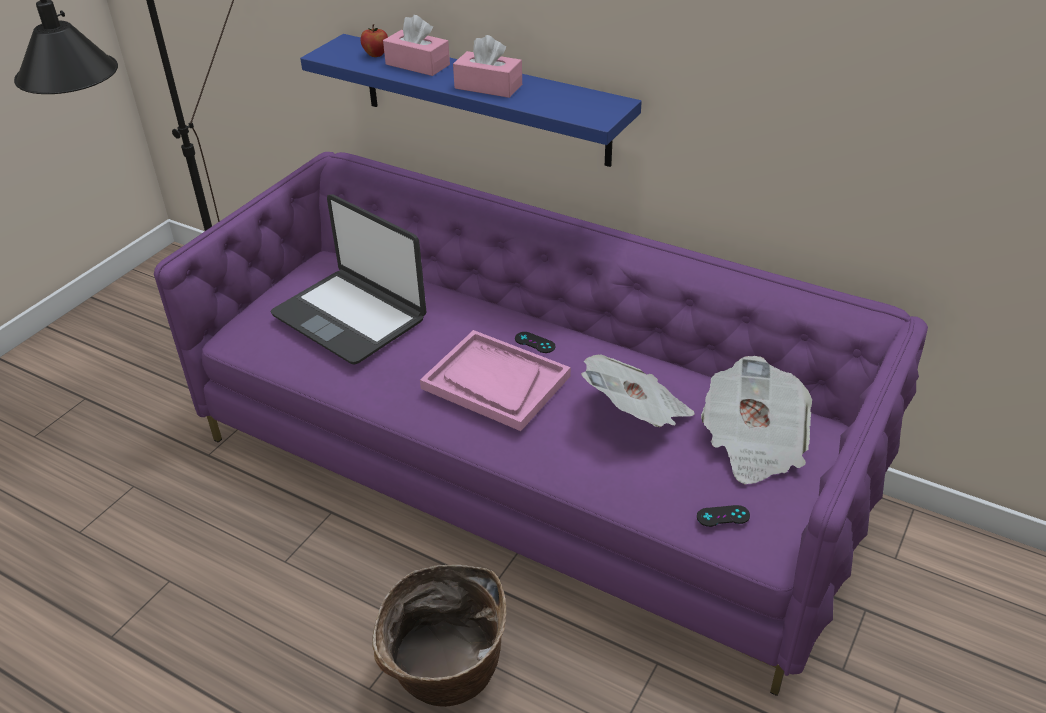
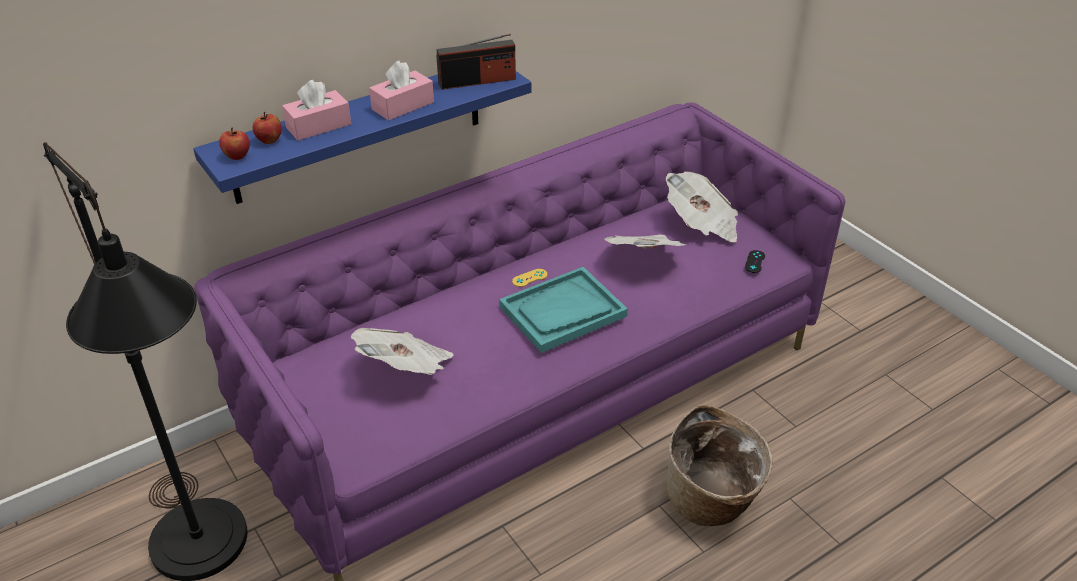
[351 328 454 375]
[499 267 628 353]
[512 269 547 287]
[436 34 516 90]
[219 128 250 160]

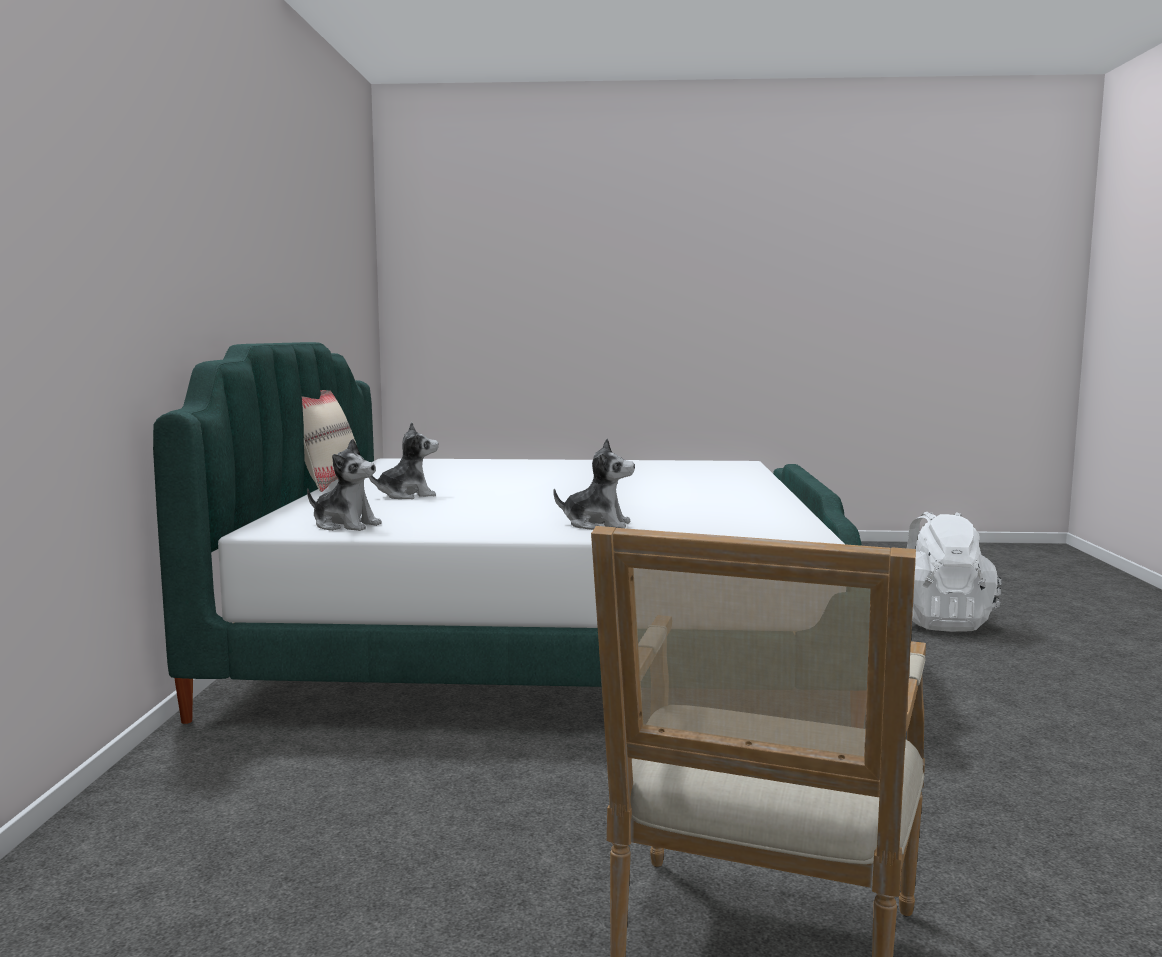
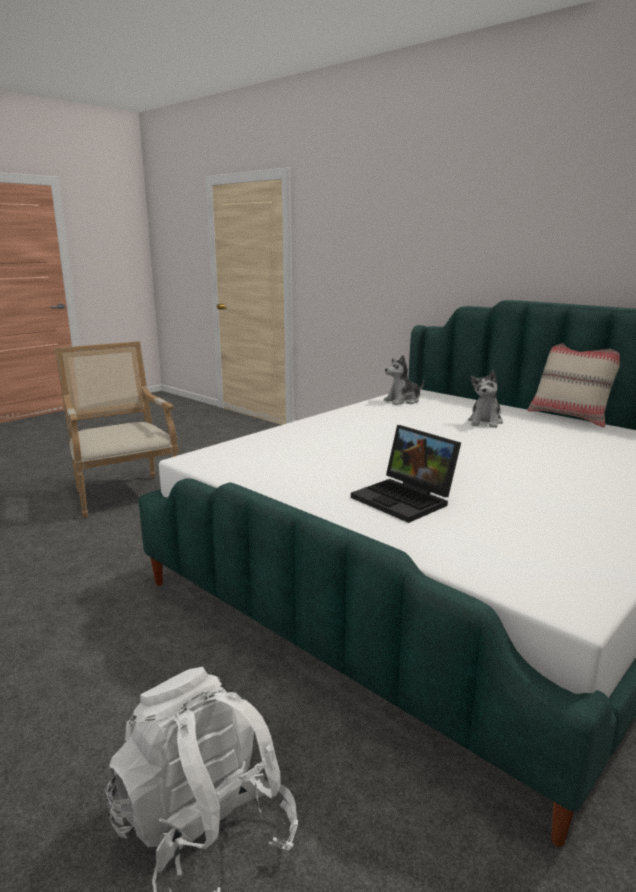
[553 439 635 530] (first image)
[351 425 461 523]

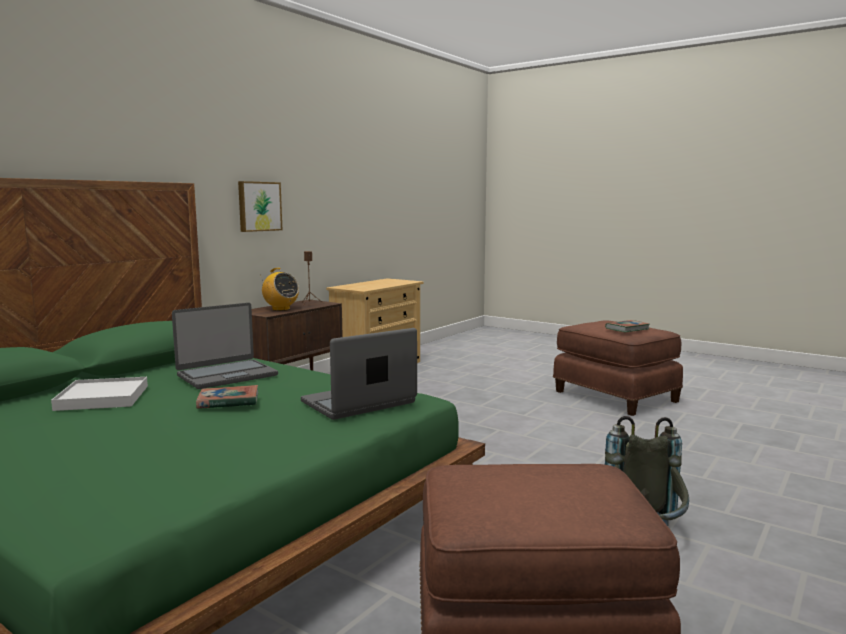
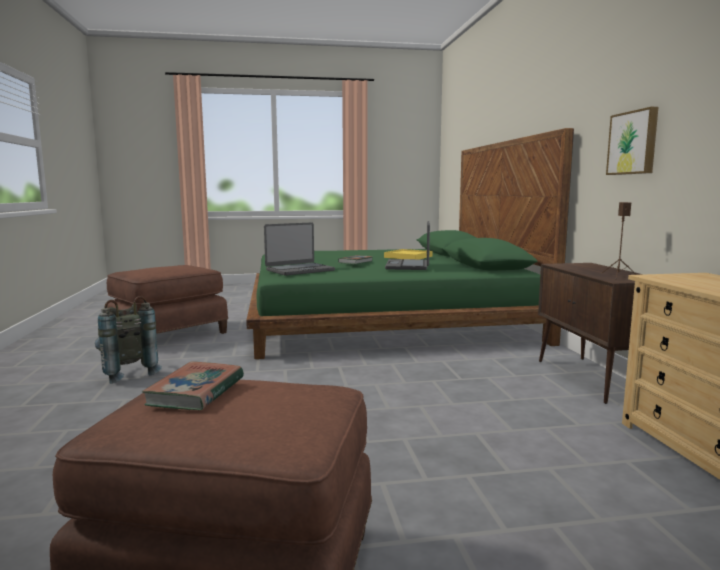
[260 268 299 311] (first image)
[264 222 335 276]
[384 249 433 259]

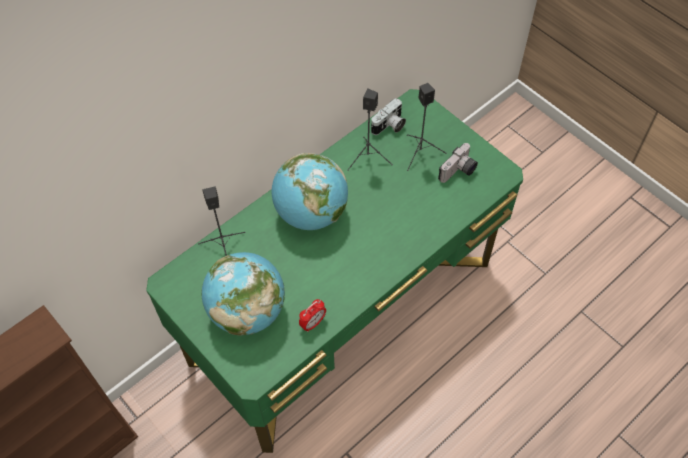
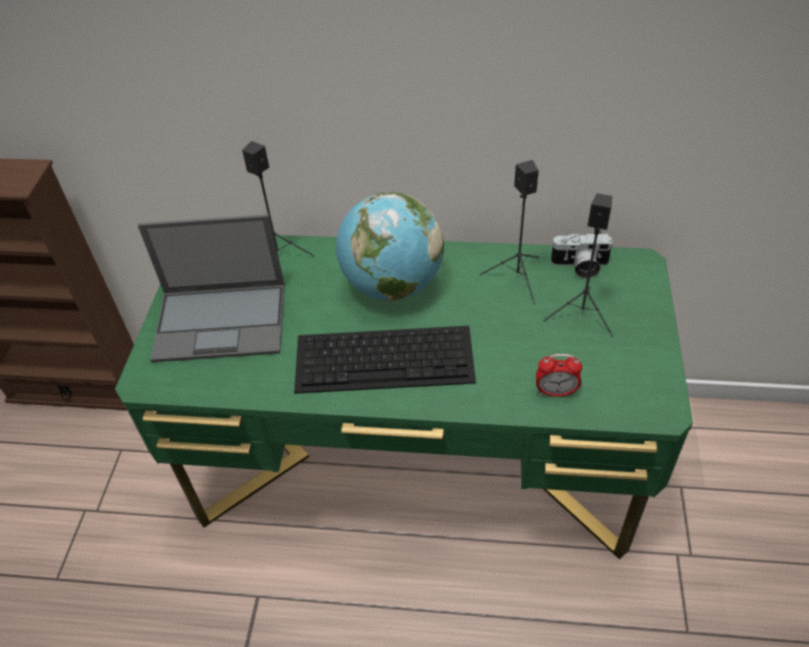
[438 143 478 183] (first image)
[138 214 285 362]
[536 354 582 397]
[294 326 476 394]

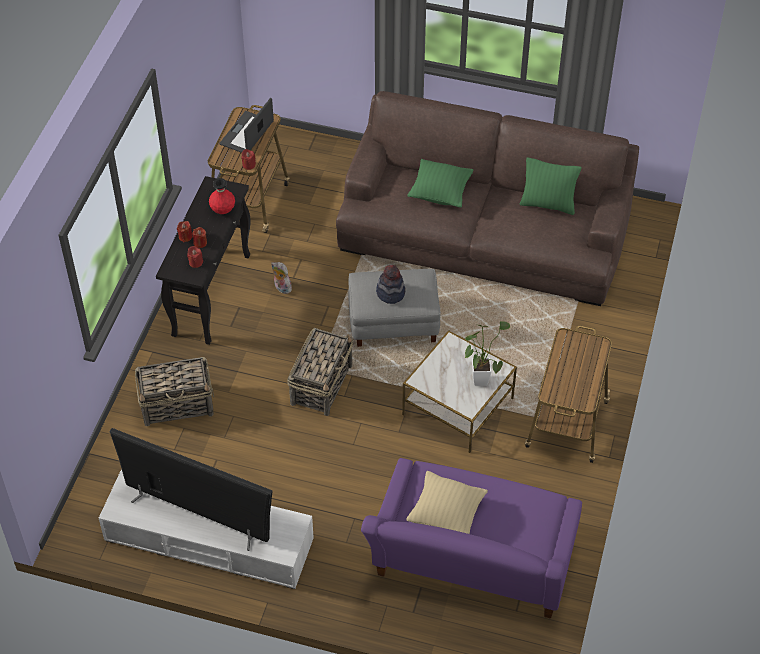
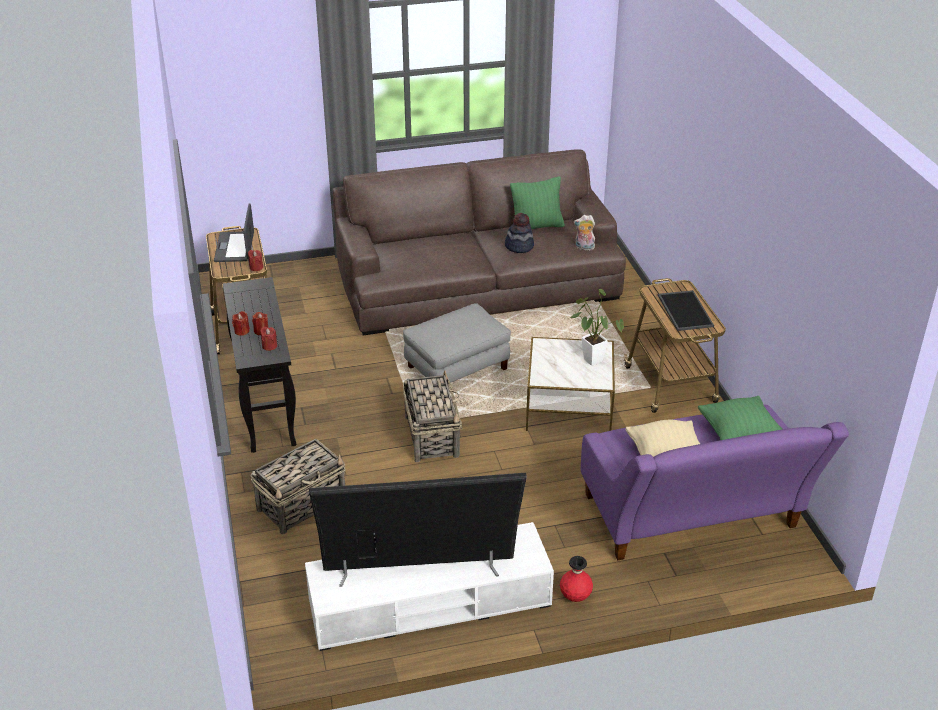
[698 396 782 440]
[560 556 593 602]
[574 215 595 251]
[505 213 534 253]
[658 290 714 331]

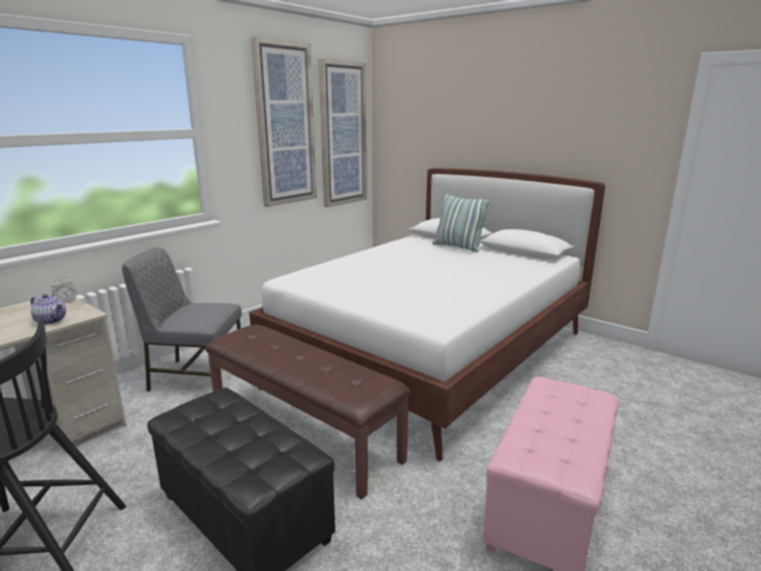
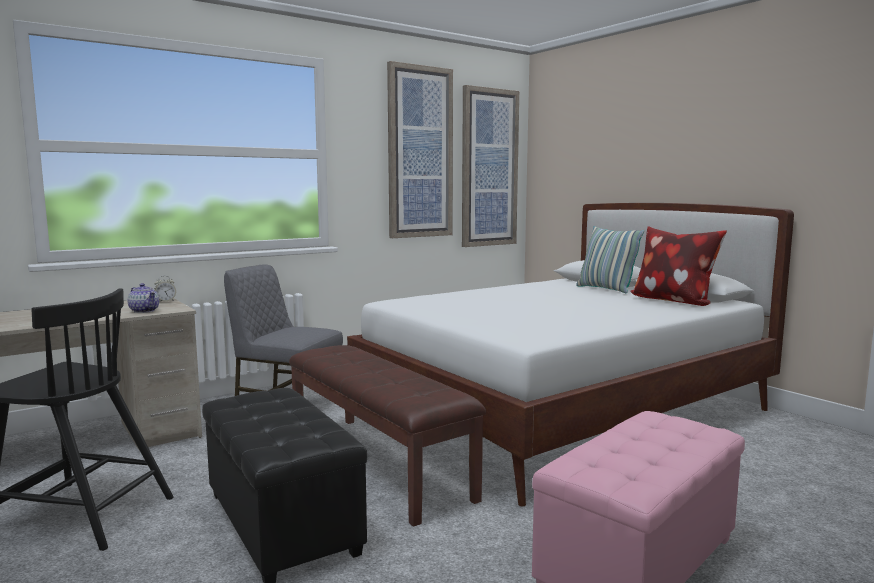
[630 226 727 306]

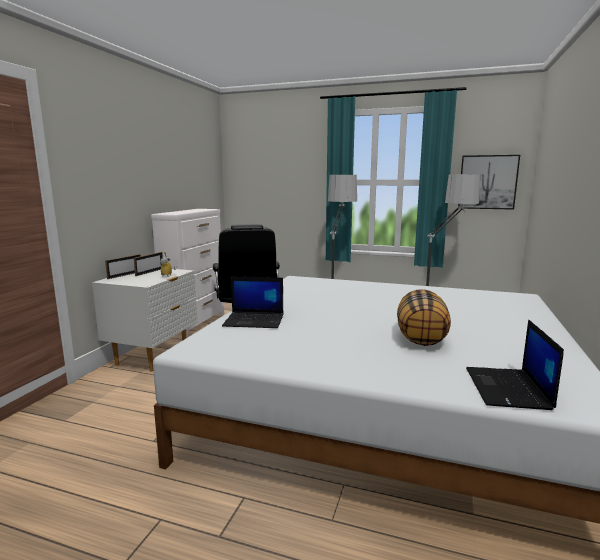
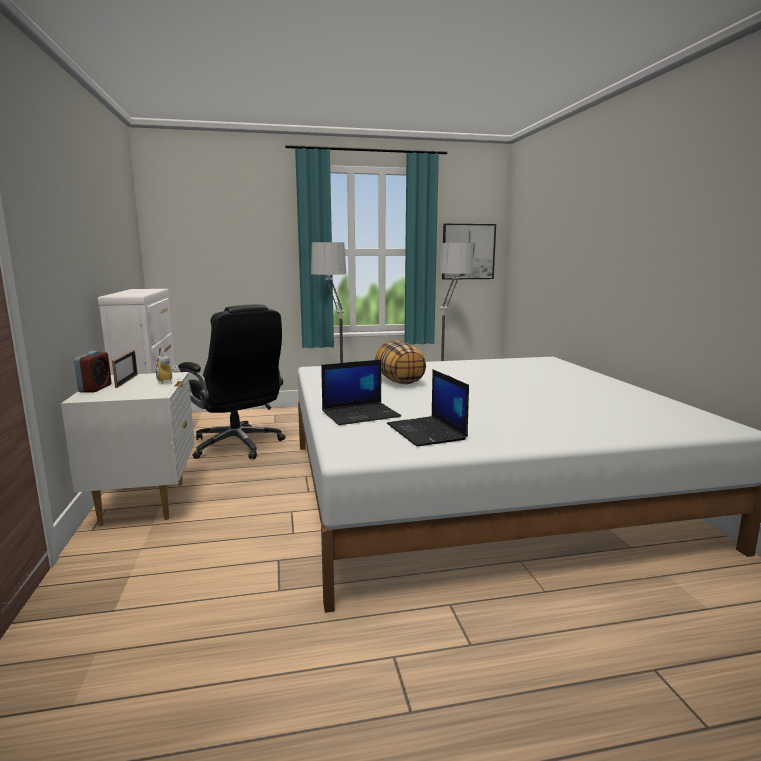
[74 351 112 392]
[375 340 426 384]
[387 370 469 446]

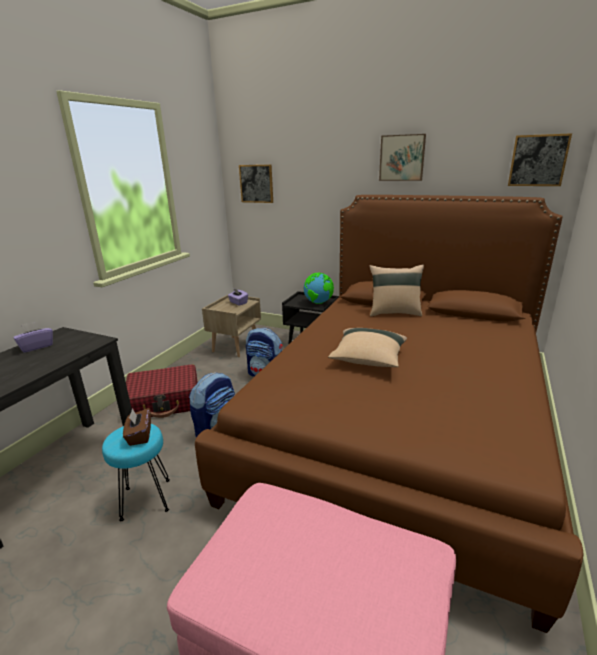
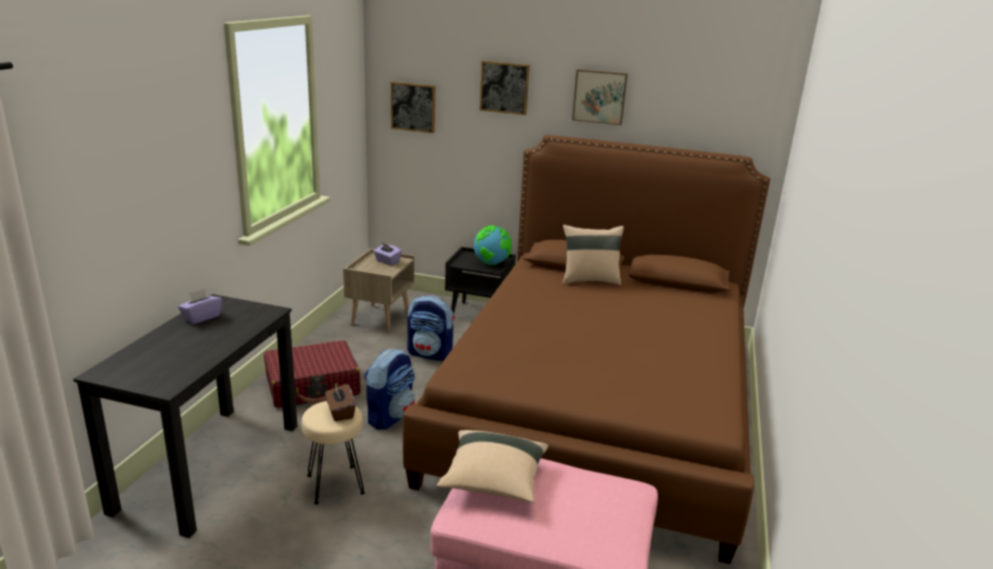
[480 61 530 115]
[437 430 548 503]
[301 401 365 504]

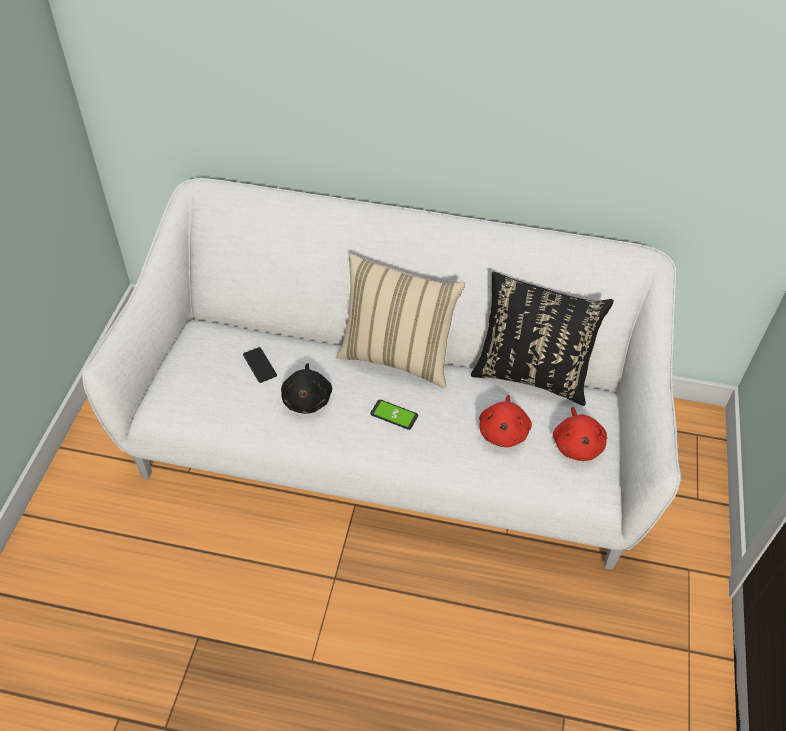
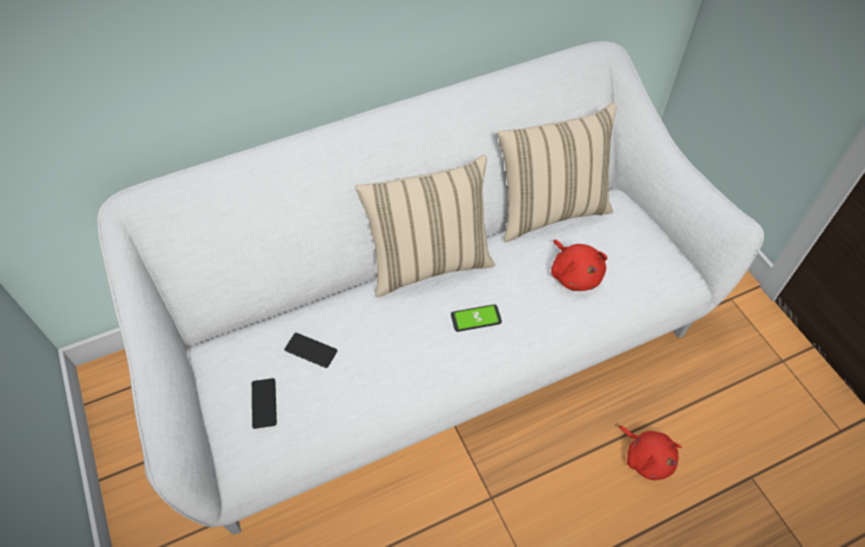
[497 102 616 242]
[281 363 332 414] (first image)
[619 425 682 480]
[252 378 277 429]

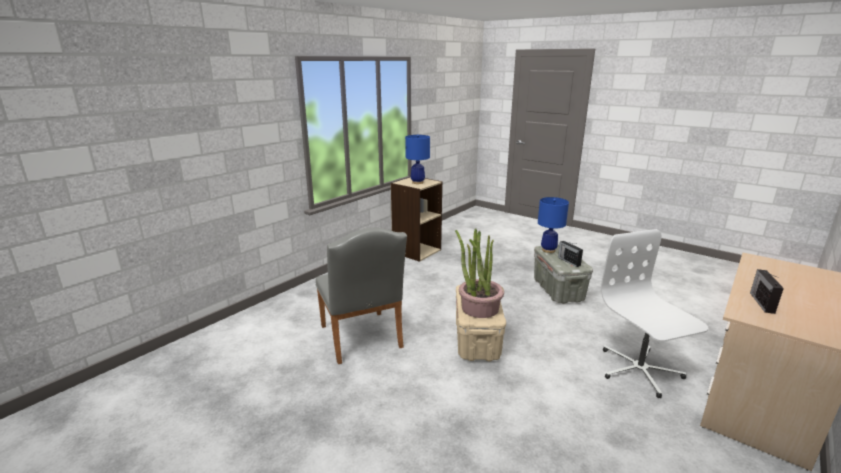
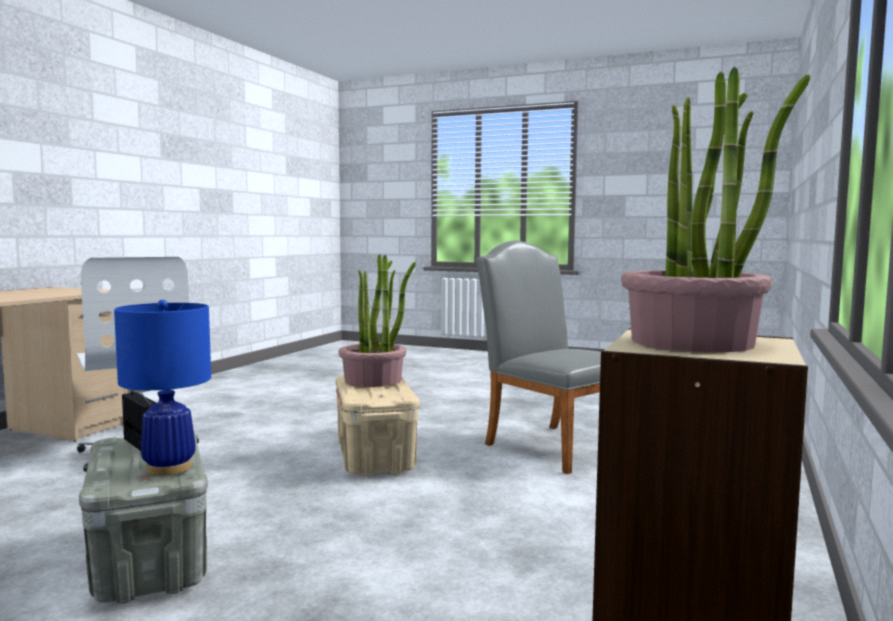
[621 67 811 352]
[750 269 784 314] (first image)

